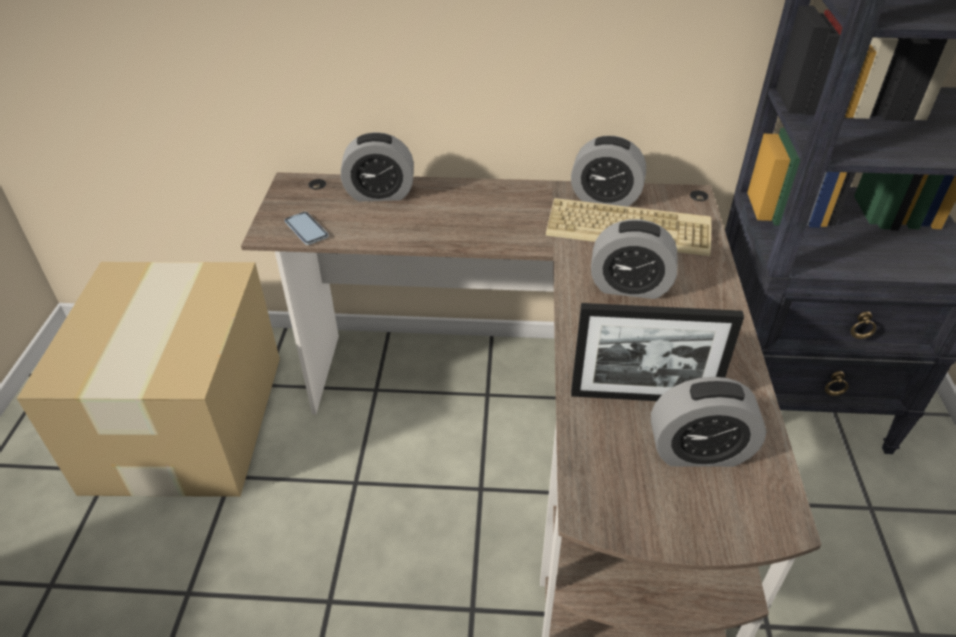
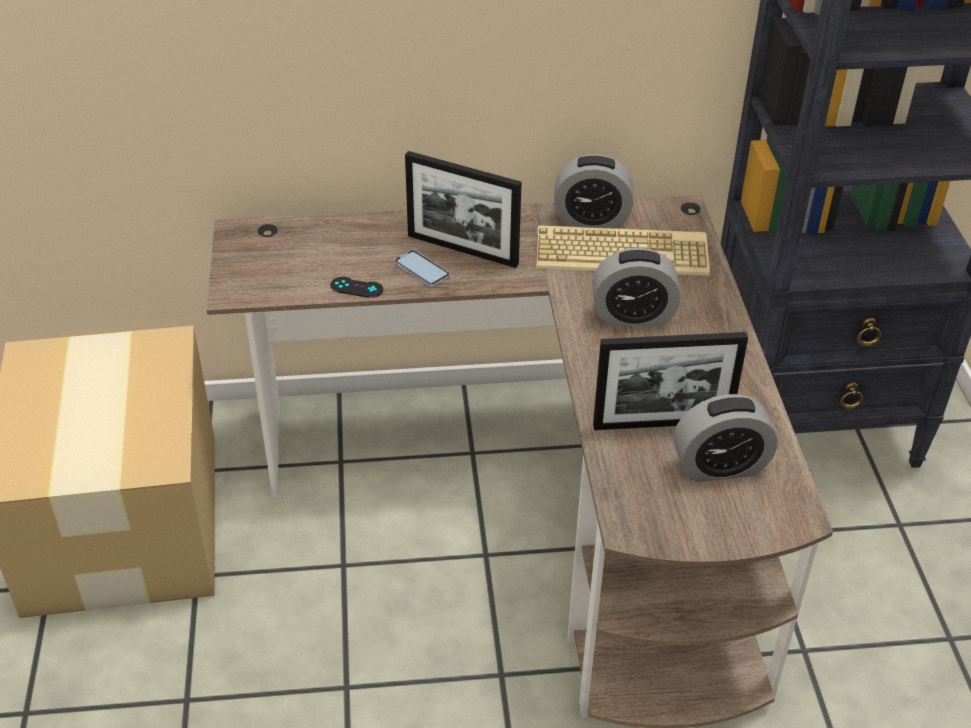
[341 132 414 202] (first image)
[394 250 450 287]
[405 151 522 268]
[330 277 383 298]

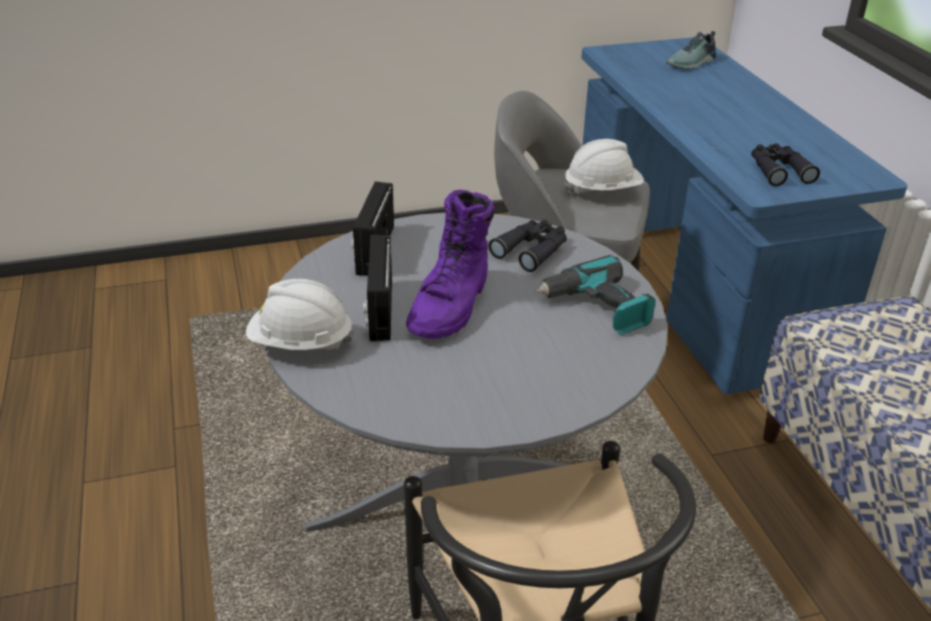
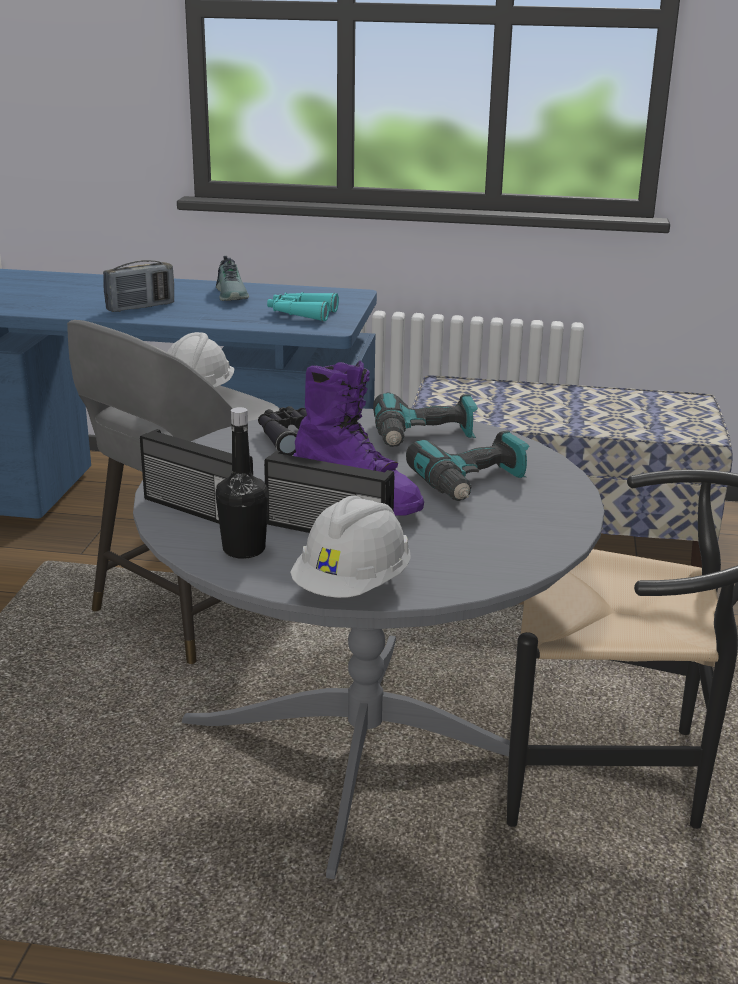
[216 256 249 301]
[267 292 339 322]
[103 260 174 312]
[216 407 269 559]
[406 430 529 501]

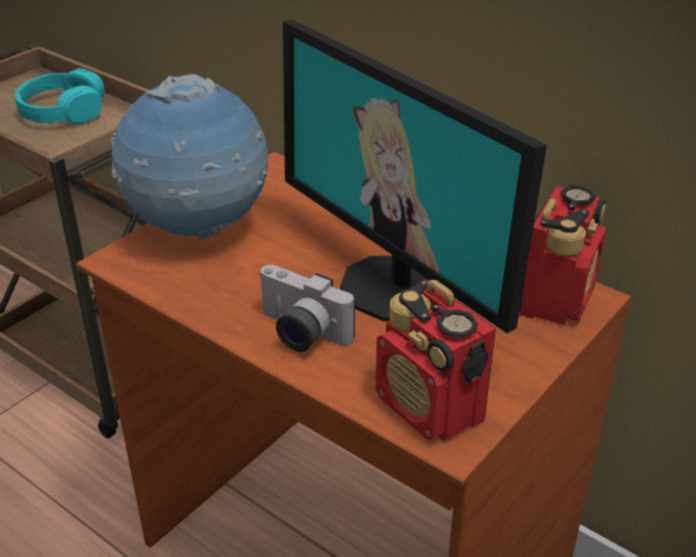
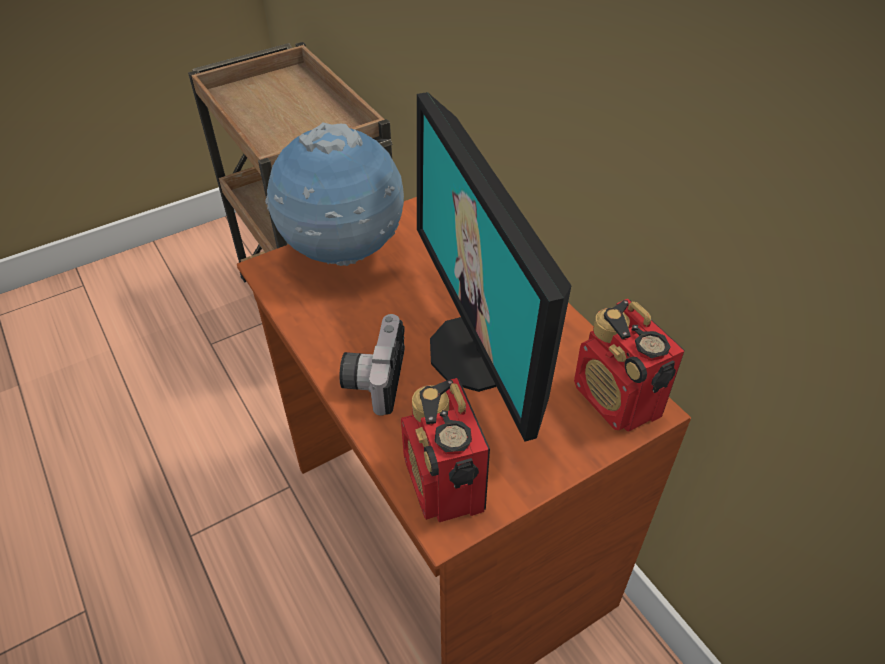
[15 68 105 124] (first image)
[574 299 685 431]
[339 314 405 415]

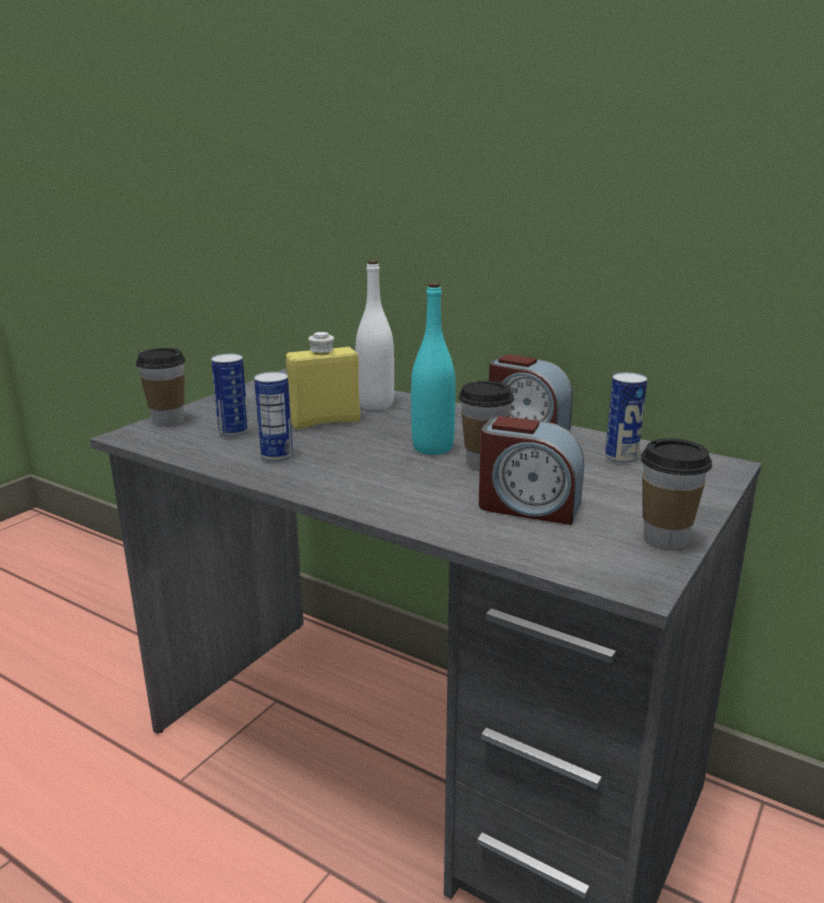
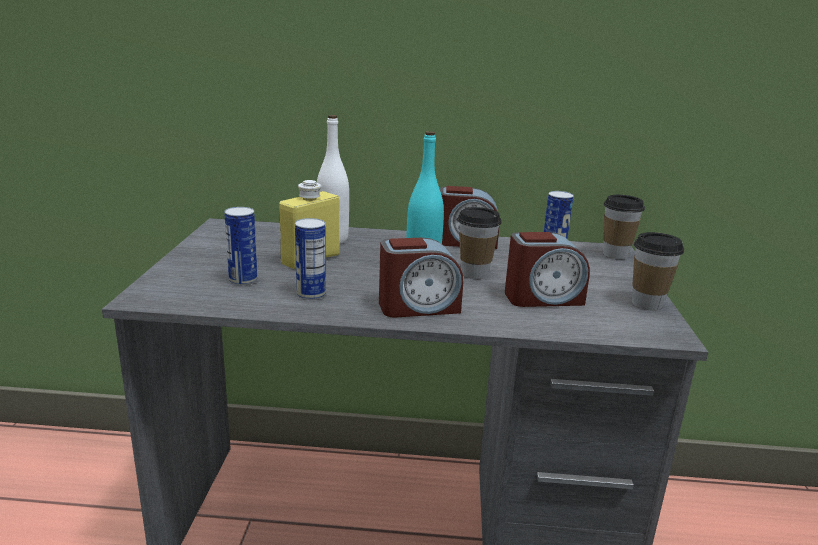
[603 195 645 259]
[379 238 463 318]

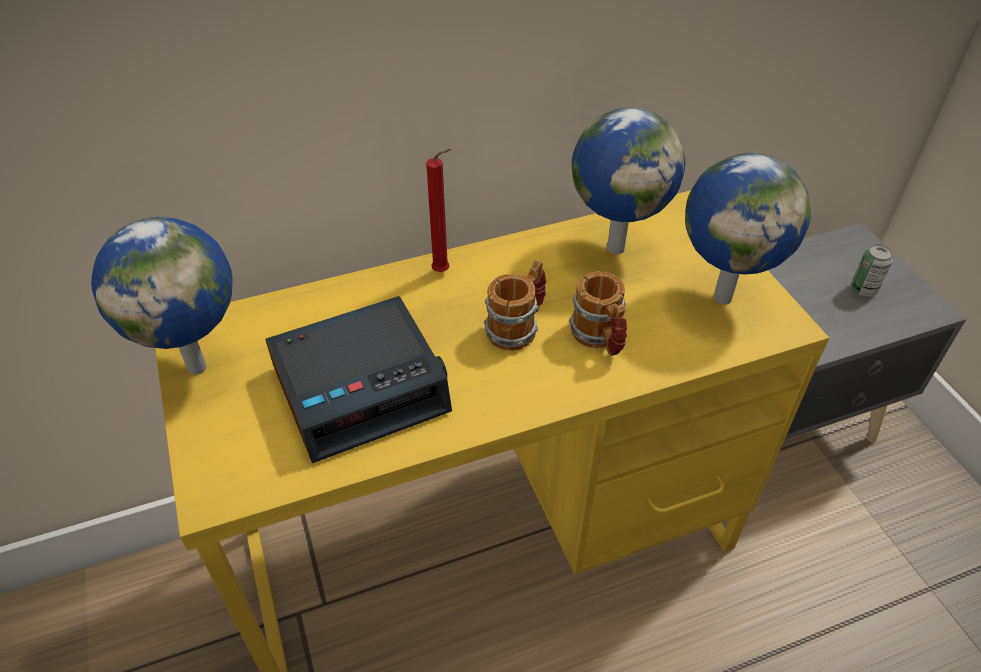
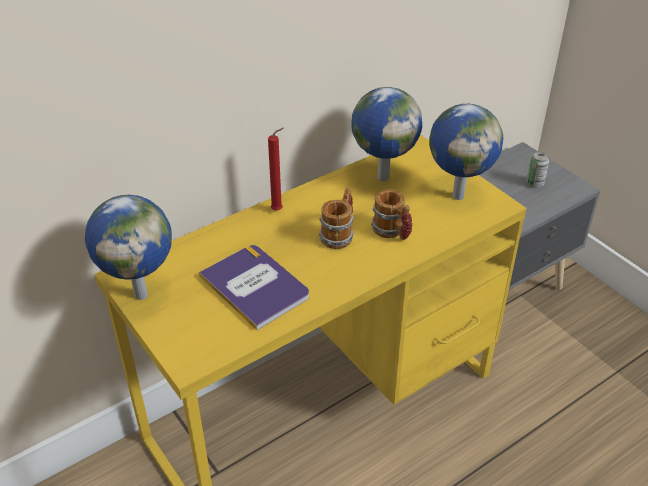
[199 245 309 330]

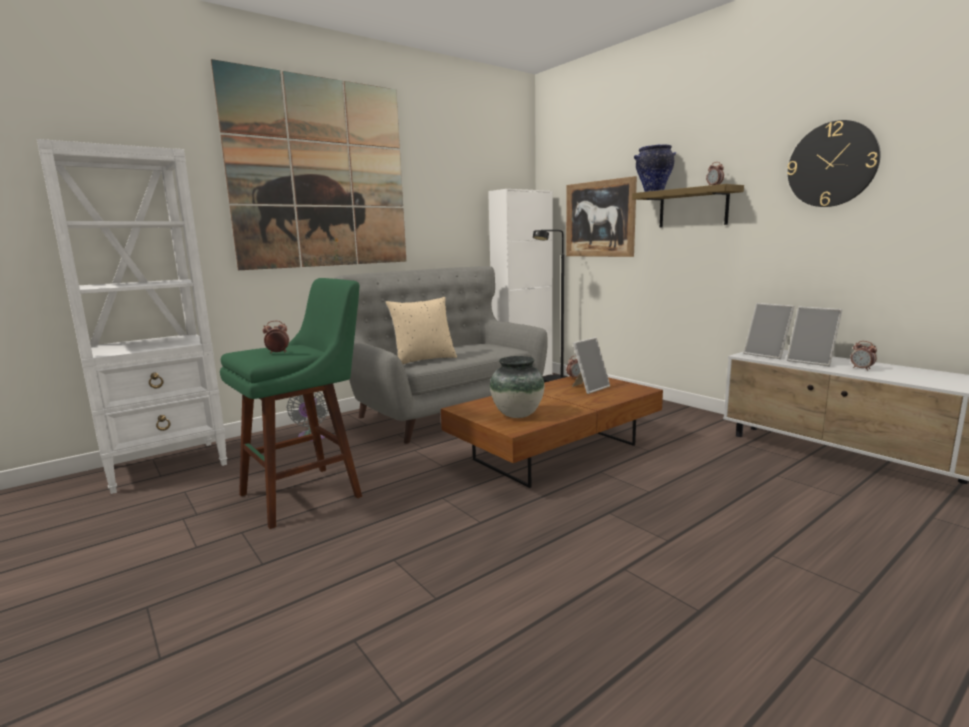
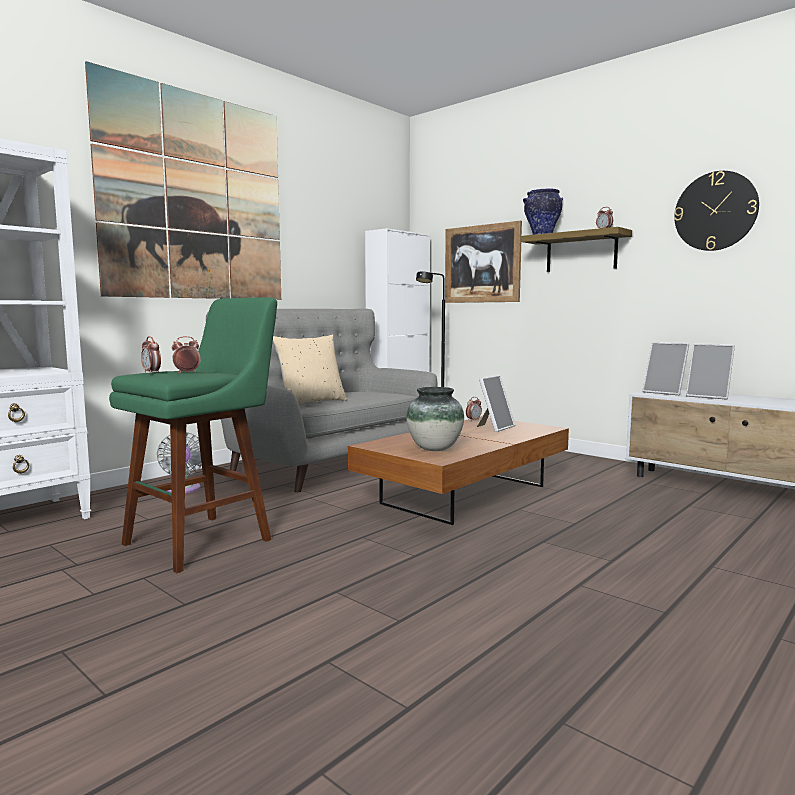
[141 336 161 374]

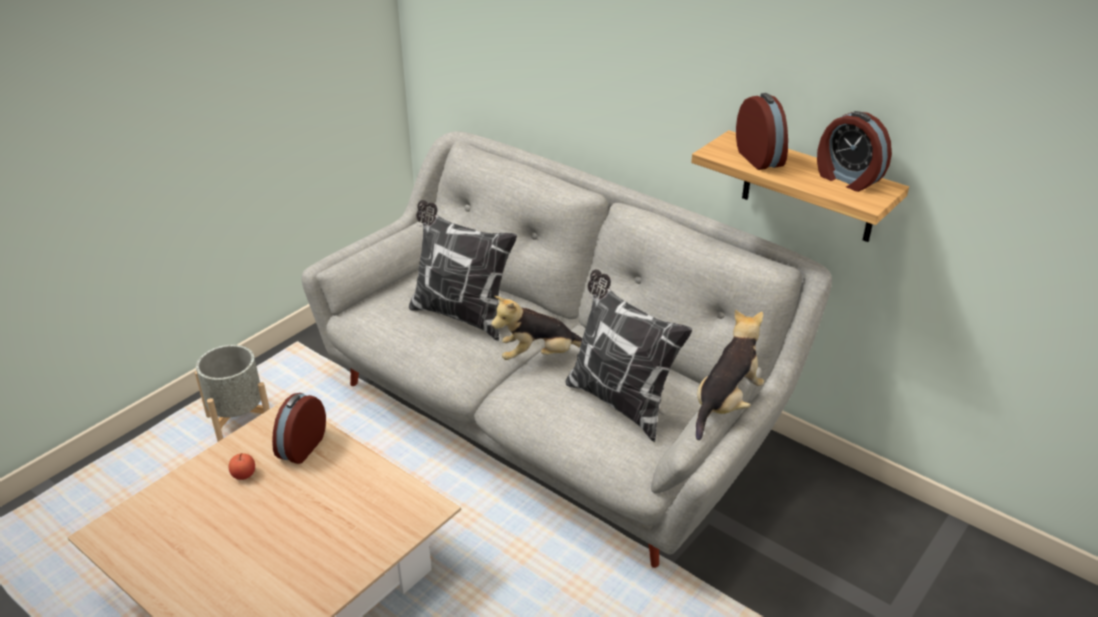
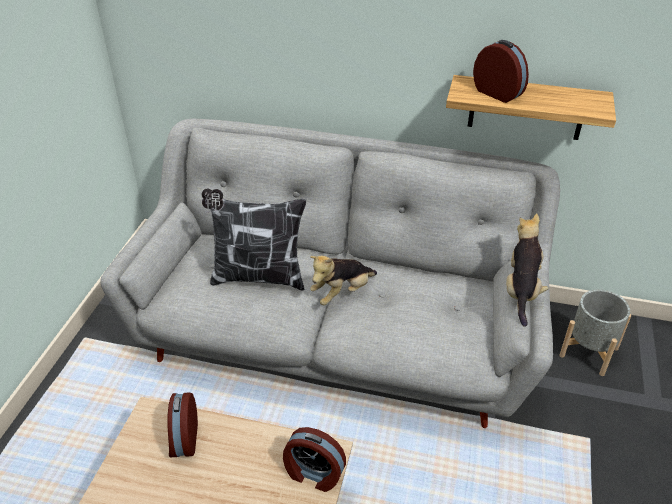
[283 427 346 492]
[565 269 692 442] (first image)
[559 290 631 376]
[229 453 255 480] (first image)

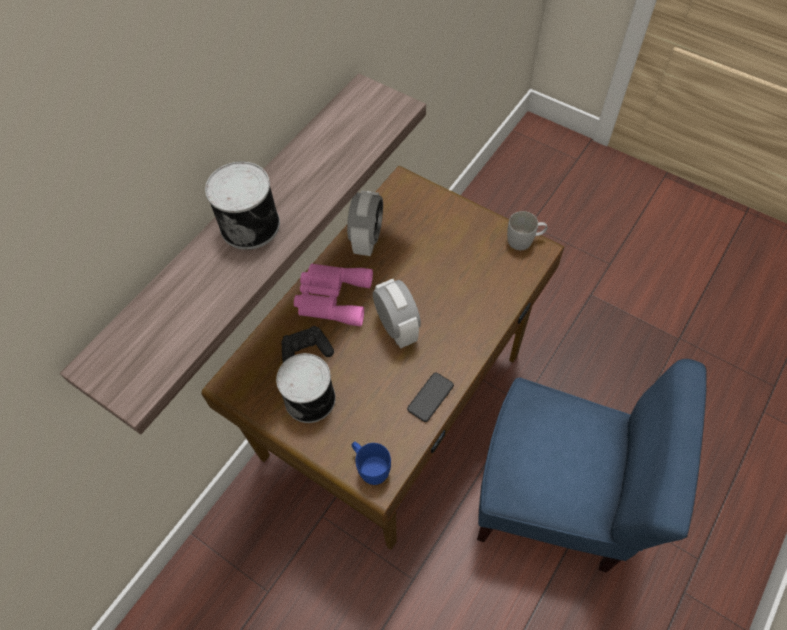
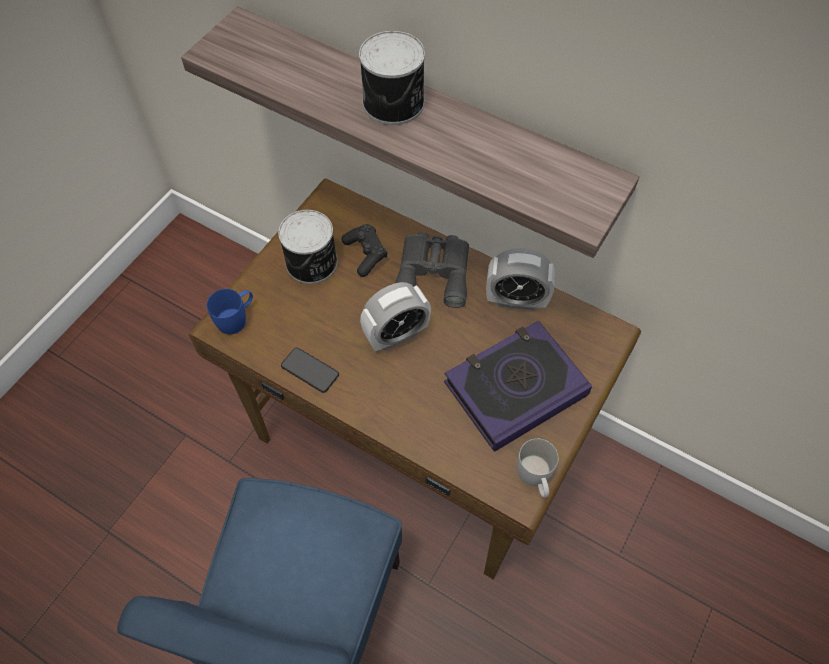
[395 232 469 308]
[444 321 592 452]

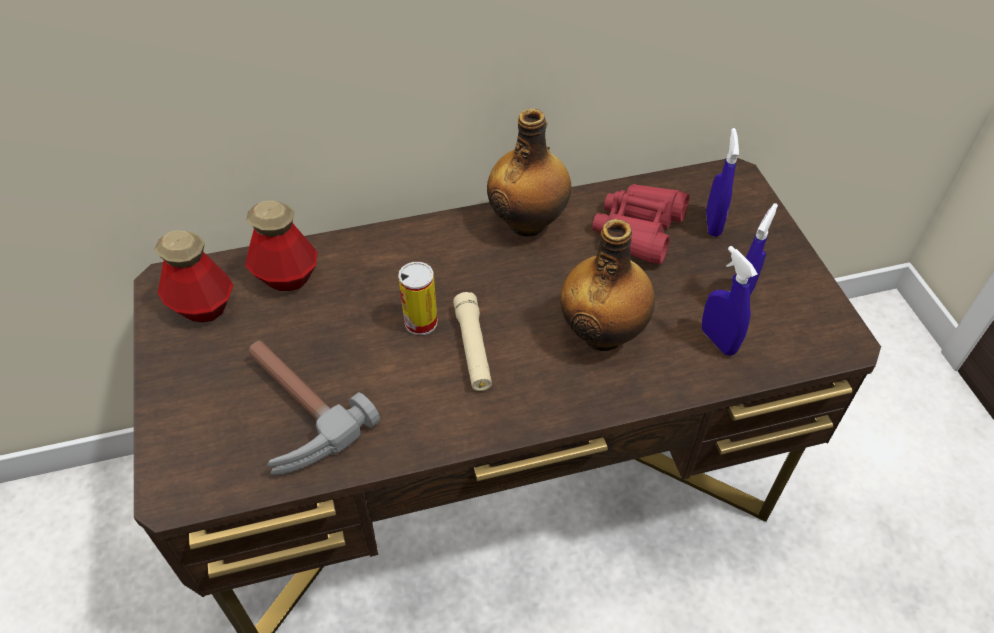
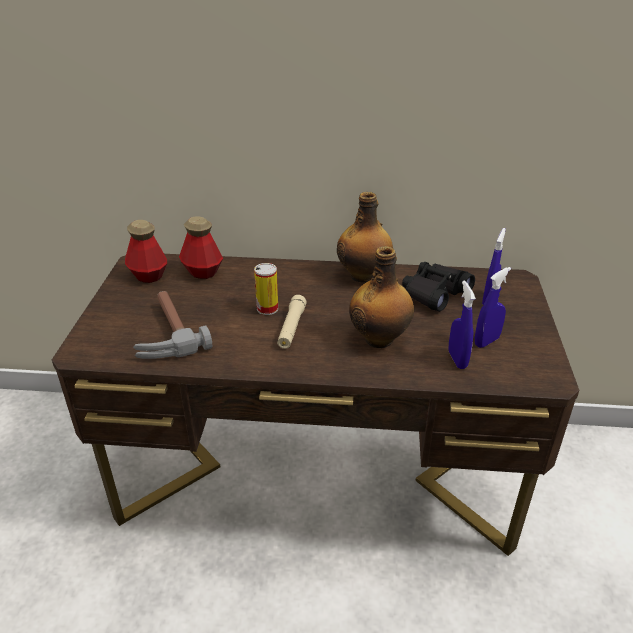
[402 262 475 311]

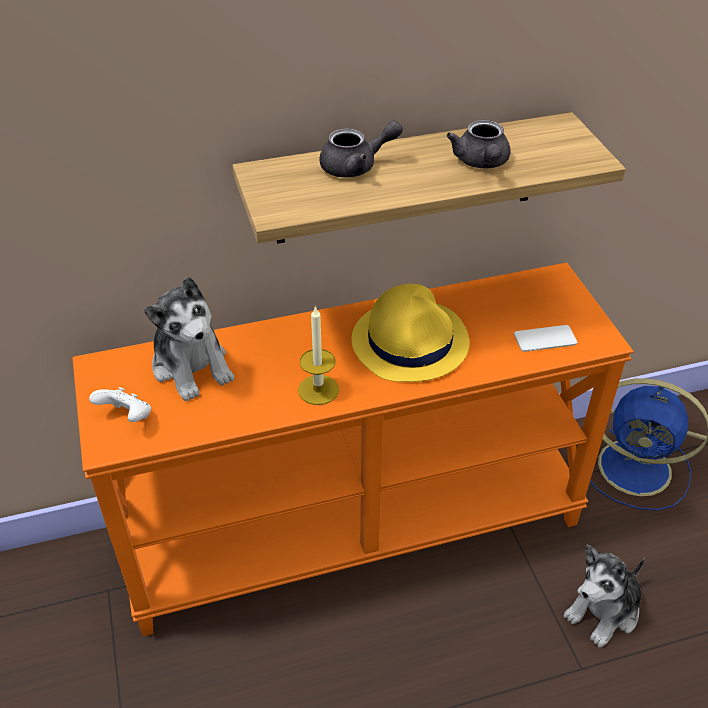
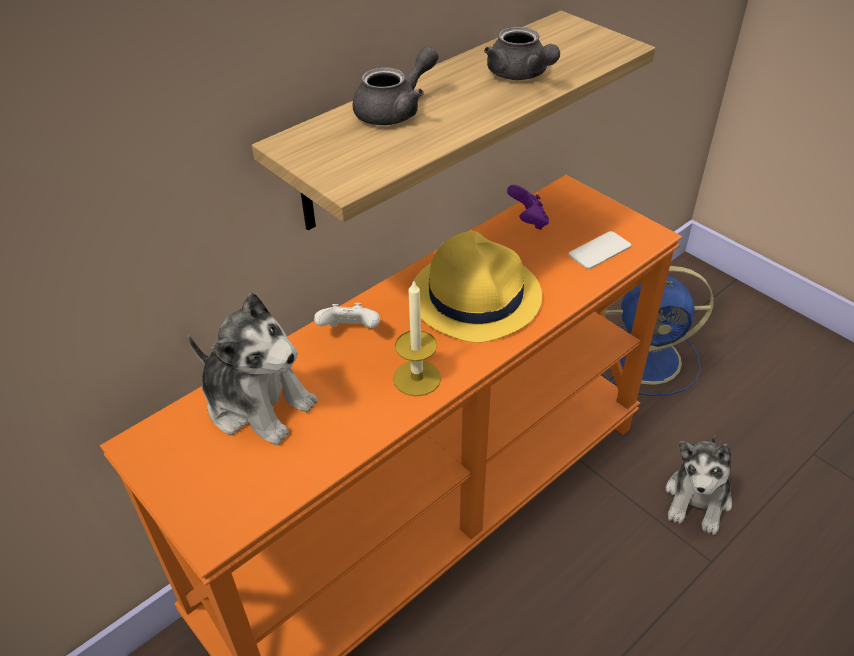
[314 303 380 328]
[507 185 549 230]

